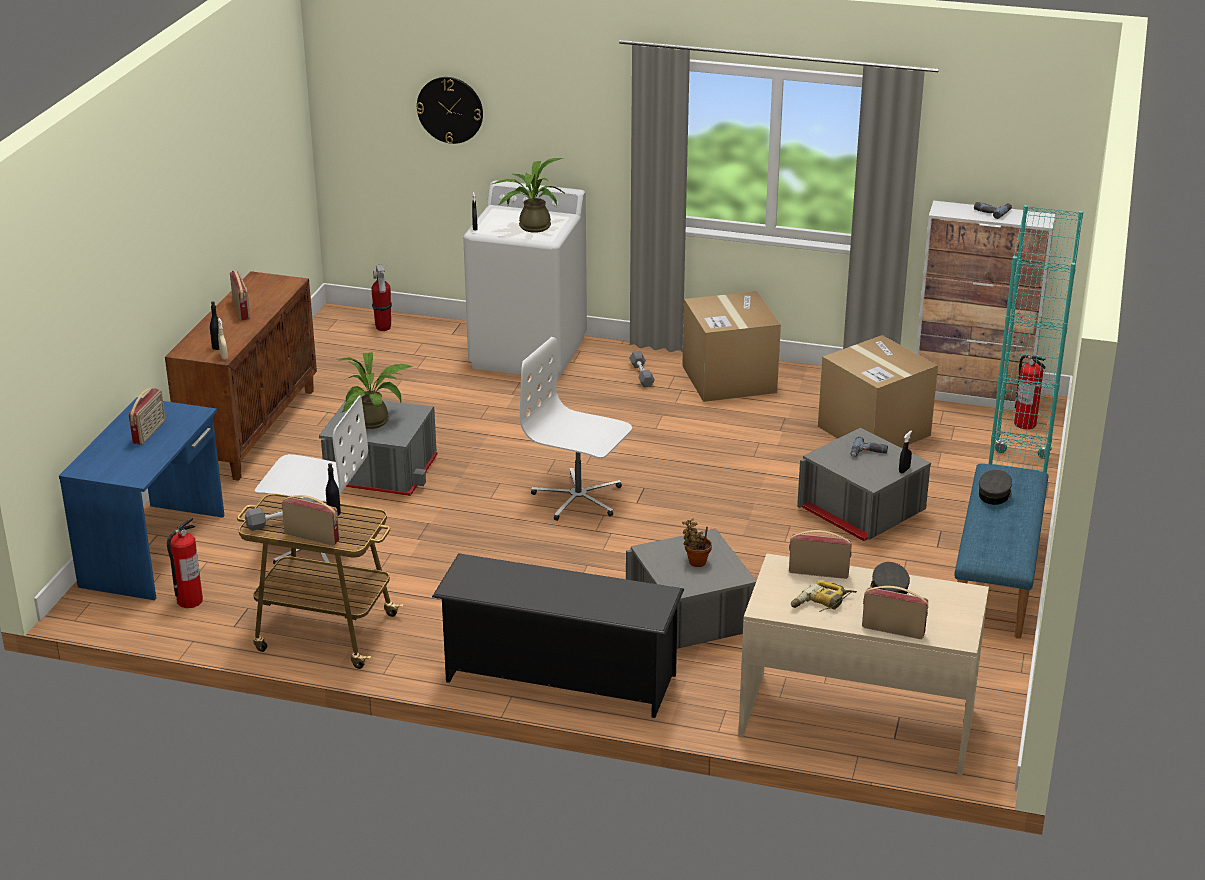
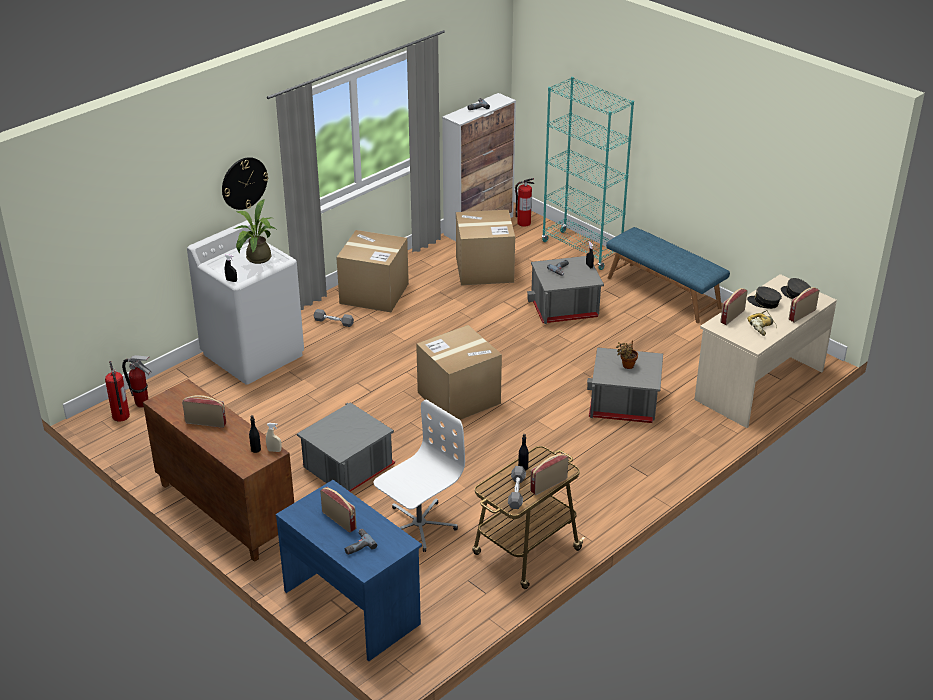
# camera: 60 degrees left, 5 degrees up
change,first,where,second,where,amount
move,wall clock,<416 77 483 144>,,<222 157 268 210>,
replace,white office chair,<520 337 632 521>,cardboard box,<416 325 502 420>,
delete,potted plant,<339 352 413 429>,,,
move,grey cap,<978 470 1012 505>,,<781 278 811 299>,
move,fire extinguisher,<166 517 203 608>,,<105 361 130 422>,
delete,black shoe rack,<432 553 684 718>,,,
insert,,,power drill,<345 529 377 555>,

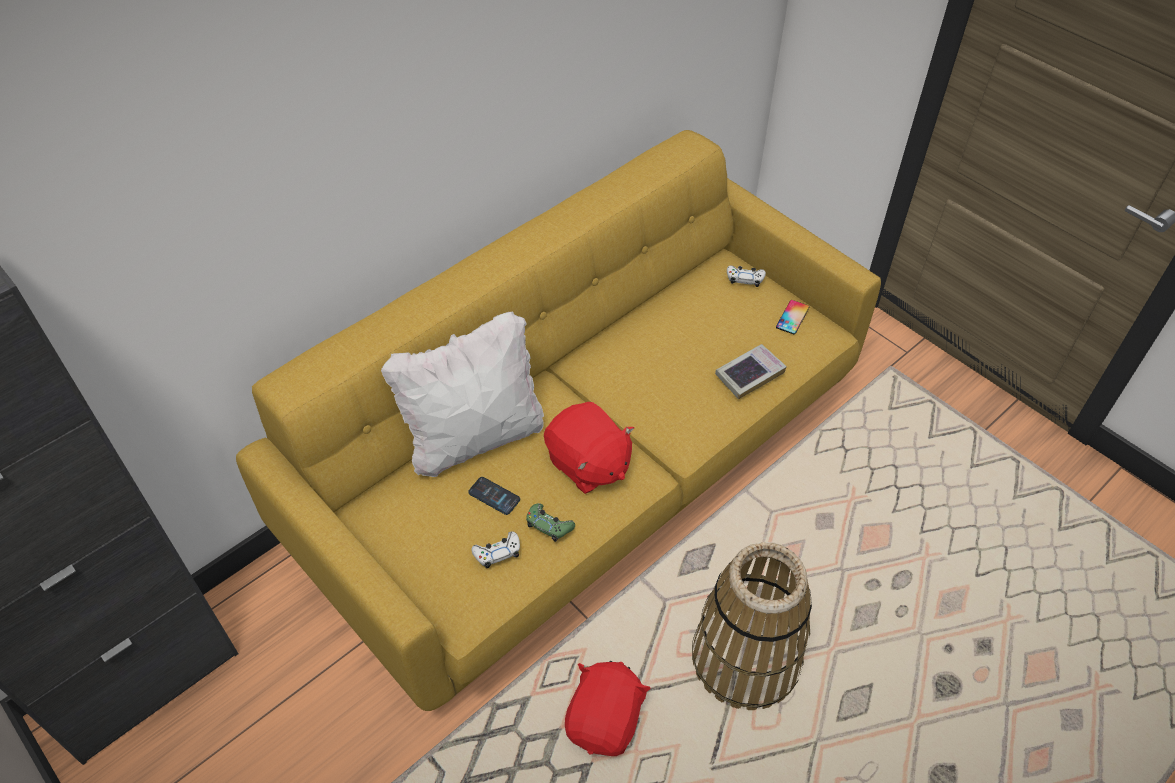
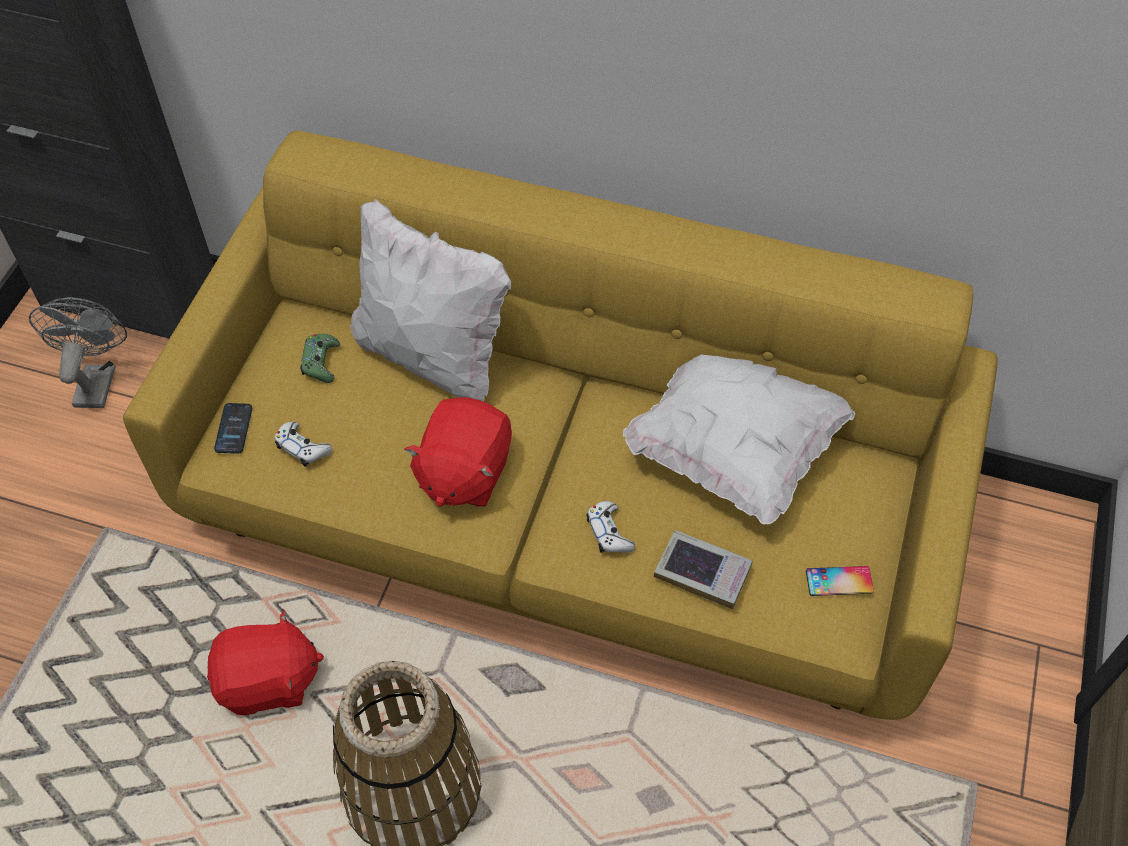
# camera: 60 degrees right, 5 degrees up
change,first,where,second,where,amount
move,white game controller,<727 266 766 287>,,<587 501 635 553>,
move,phone,<468 477 520 515>,,<214 403 252 454>,
move,green game controller,<526 503 575 542>,,<300 334 340 383>,
insert,,,grey fan,<29 297 127 408>,
insert,,,white pillow,<623 354 855 524>,

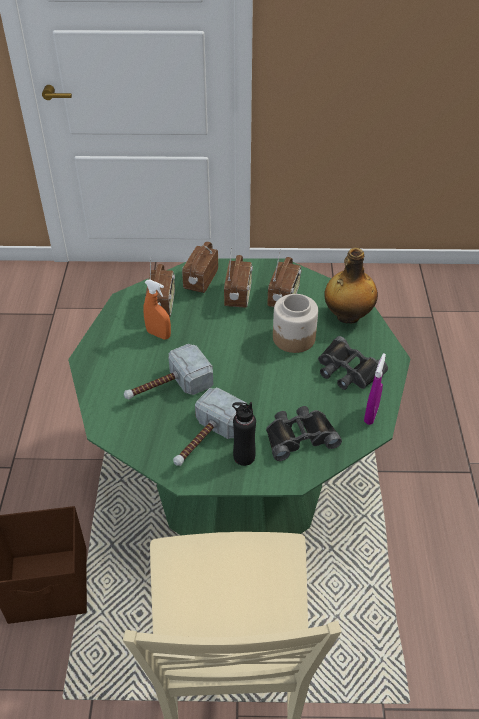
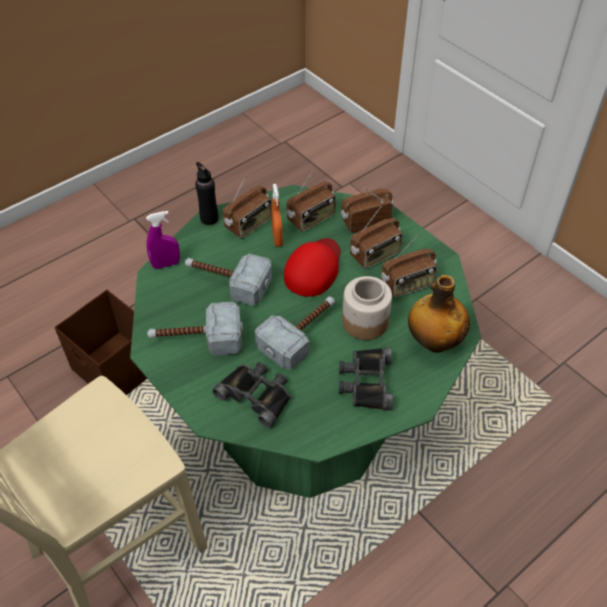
# camera: 50 degrees right, 5 degrees up
change,first,where,second,where,amount
move,purple spray bottle,<364 353 386 425>,,<146 211 180 269>,
move,black bottle,<232 402 256 466>,,<195 162 218 225>,
insert,,,radio,<223 175 272 239>,
insert,,,red cap,<284 238 341 297>,
insert,,,hammer,<255 296 335 369>,

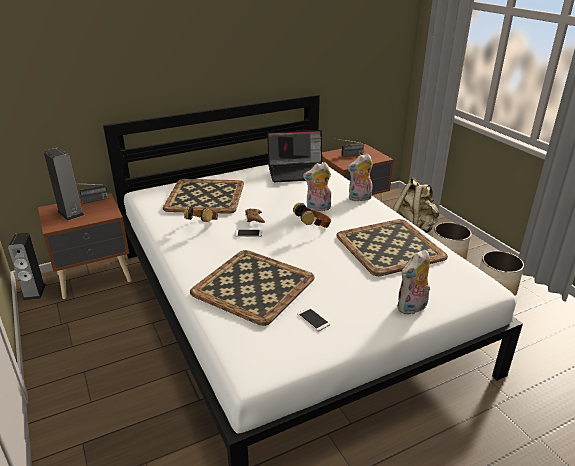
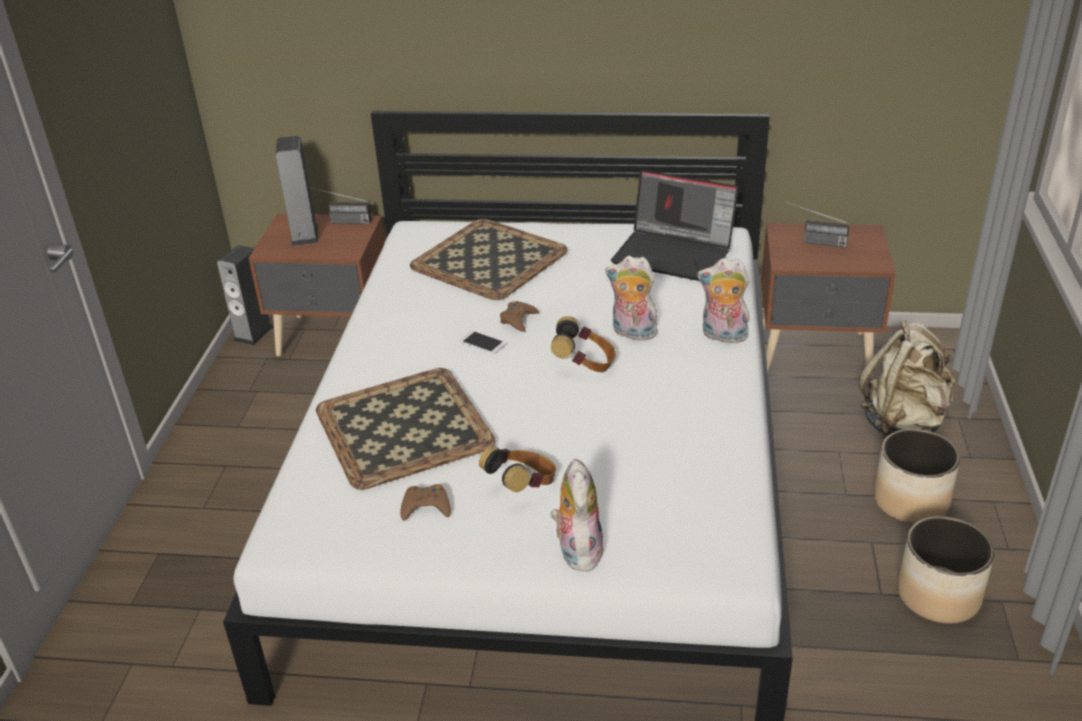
# camera: 35 degrees right, 5 degrees up
change,first,where,second,where,amount
move,headphones,<184 206 218 222>,,<479 446 556 492>,
delete,tray,<336 219 448 276>,,,
rotate,plush toy,<397 249 430 315>,,<550 459 604 572>,90 degrees clockwise
replace,phone,<297 307 330 331>,brown game controller,<400 484 451 521>,

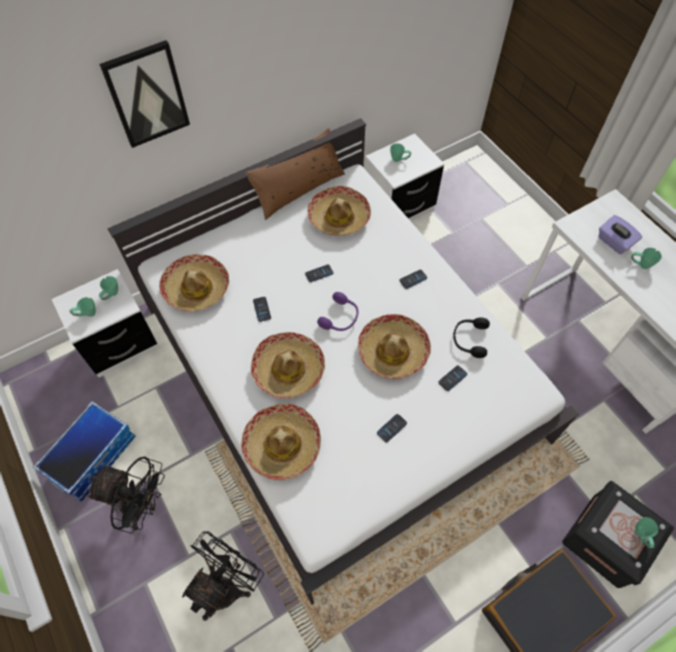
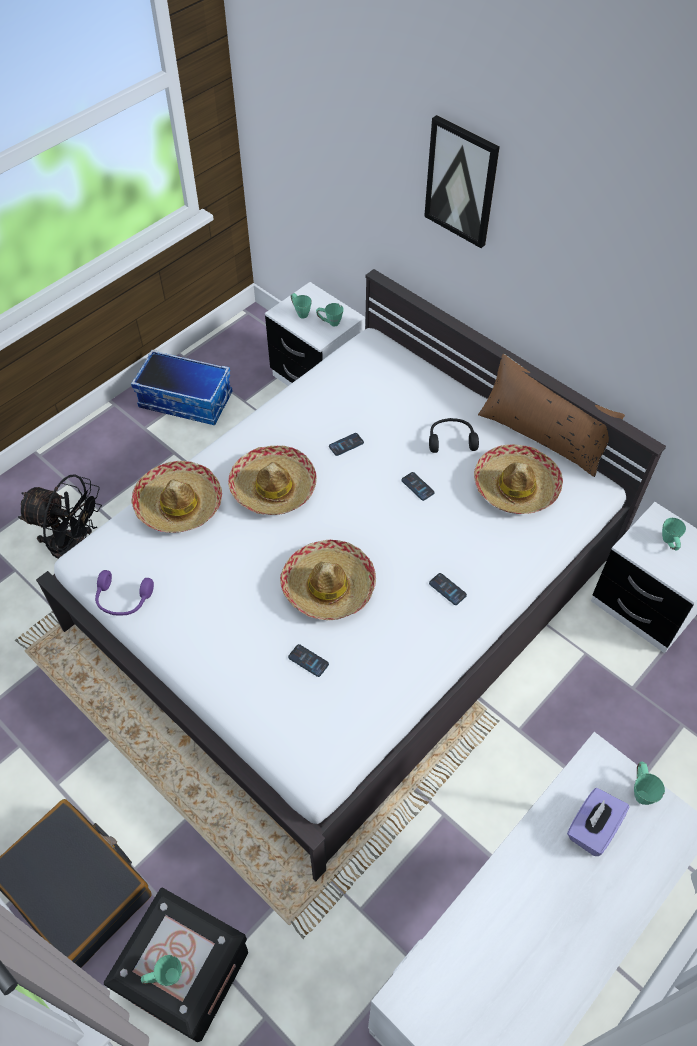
# camera: 75 degrees right, 5 degrees down
change,first,where,second,where,amount
move,green mug,<631 248 662 269>,,<634 761 665 805>,
delete,hat,<159 254 229 311>,,,
move,purple headphones,<317 292 358 331>,,<95 570 154 616>,
move,black headphones,<453 317 490 358>,,<429 418 479 453>,
delete,phone,<377 414 407 443>,,,
delete,black fan,<89 457 165 534>,,,

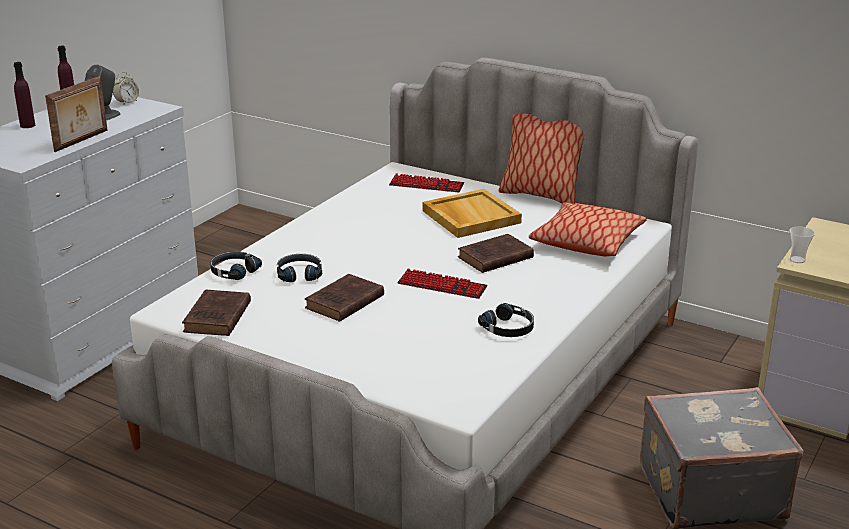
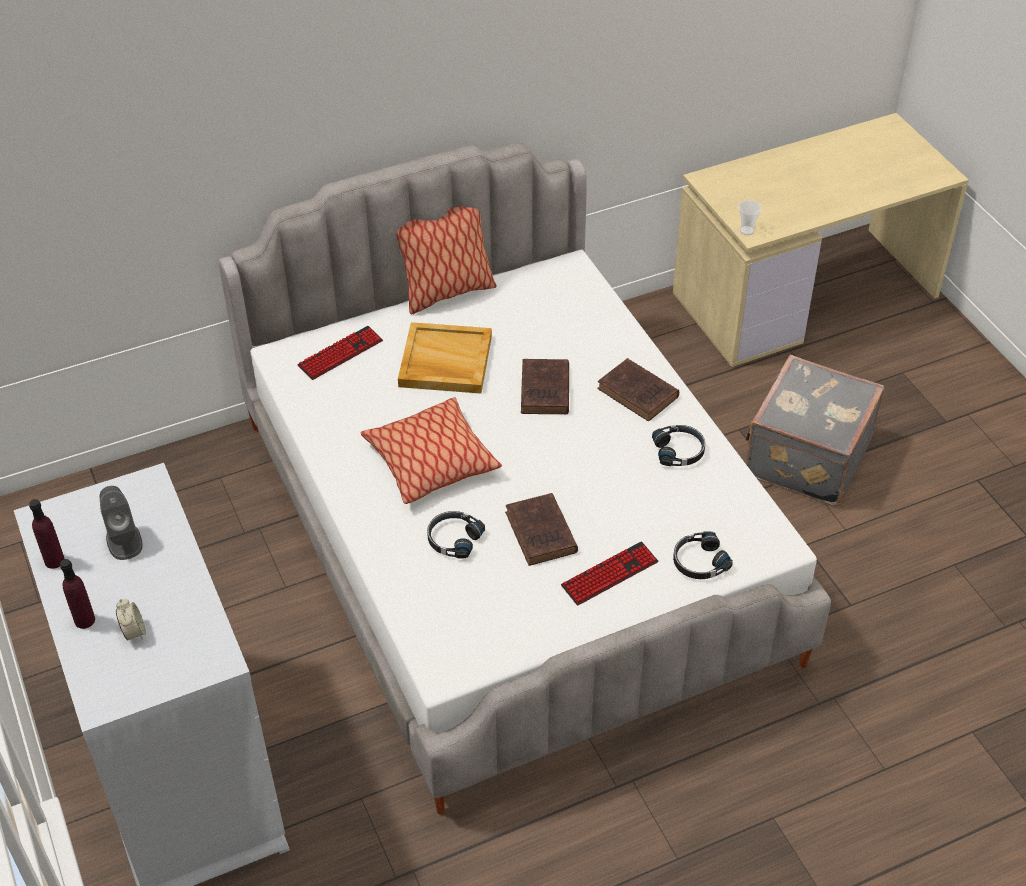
# camera: 55 degrees left, 20 degrees up
change,first,where,second,where,amount
move,alarm clock,<113 72 139 104>,,<116 599 146 640>,
delete,picture frame,<45 76 108 152>,,,
move,pillow,<529 202 647 256>,,<360 397 502 504>,
move,black headphones,<210 251 262 280>,,<673 531 733 579>,
move,keyboard,<397 269 488 299>,,<561 542 658 606>,
move,brown book,<182 290 251 336>,,<597 358 679 422>,

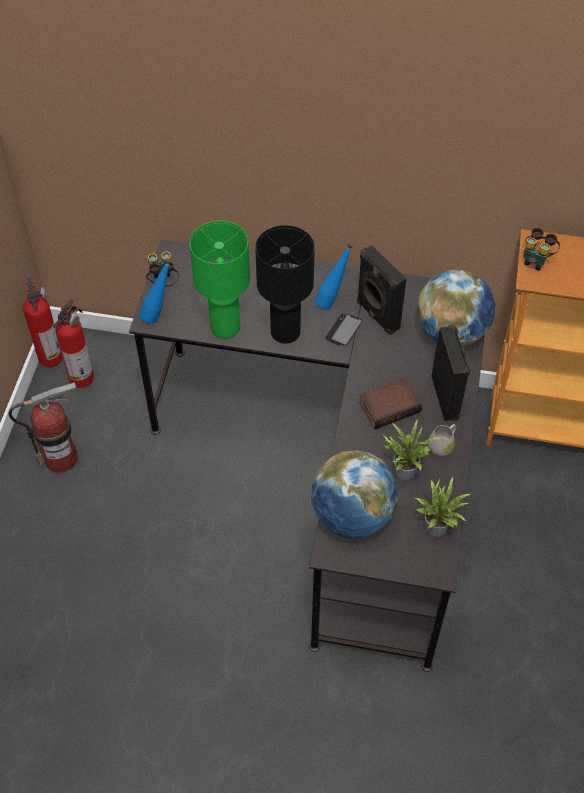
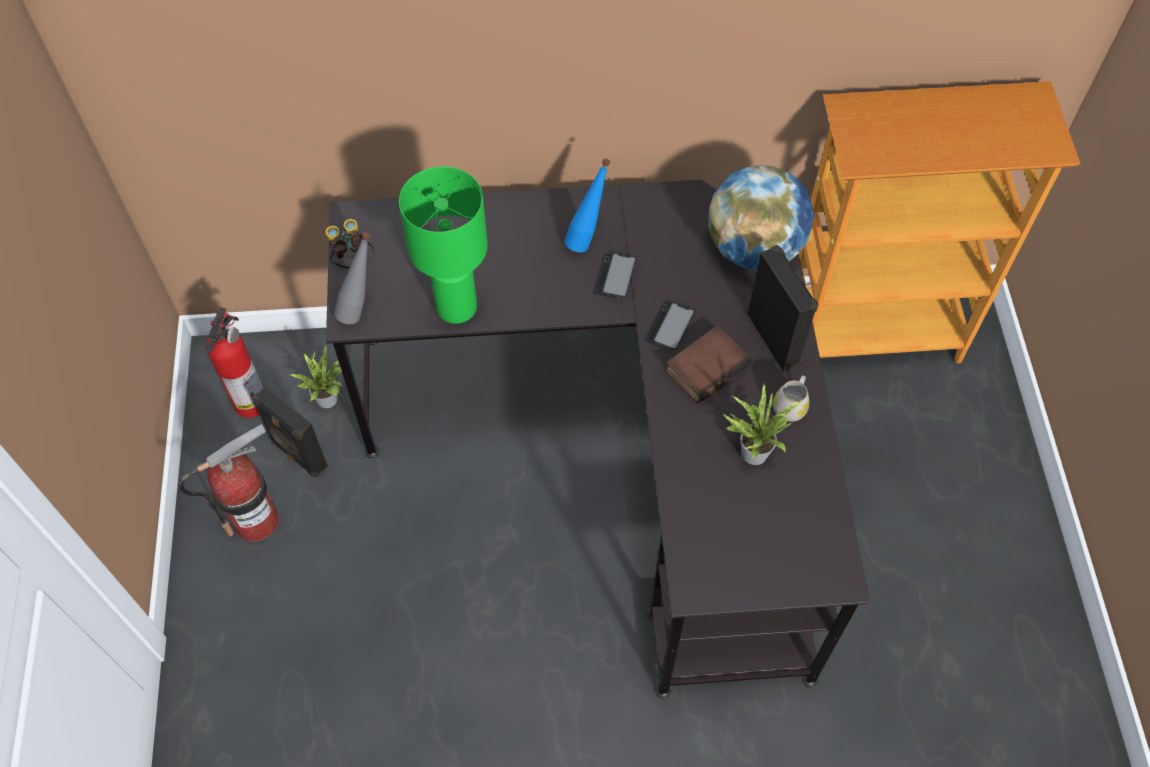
# camera: 15 degrees left, 5 degrees up
change,first,where,second,where,amount
delete,black table lamp,<255 225 315 344>,,,
delete,binoculars,<523 228 560 271>,,,
move,black speaker,<357 245 406 335>,,<252 387 328 478>,
recolor,blue bottle,<139 258 172 323>,grey bottle,<334 232 370 324>,
delete,fire extinguisher,<23 278 63 367>,,,
delete,globe,<311 450 398 539>,,,
move,potted plant,<415 477 471 537>,,<290 345 343 408>,
insert,,,phone,<645 302 695 350>,

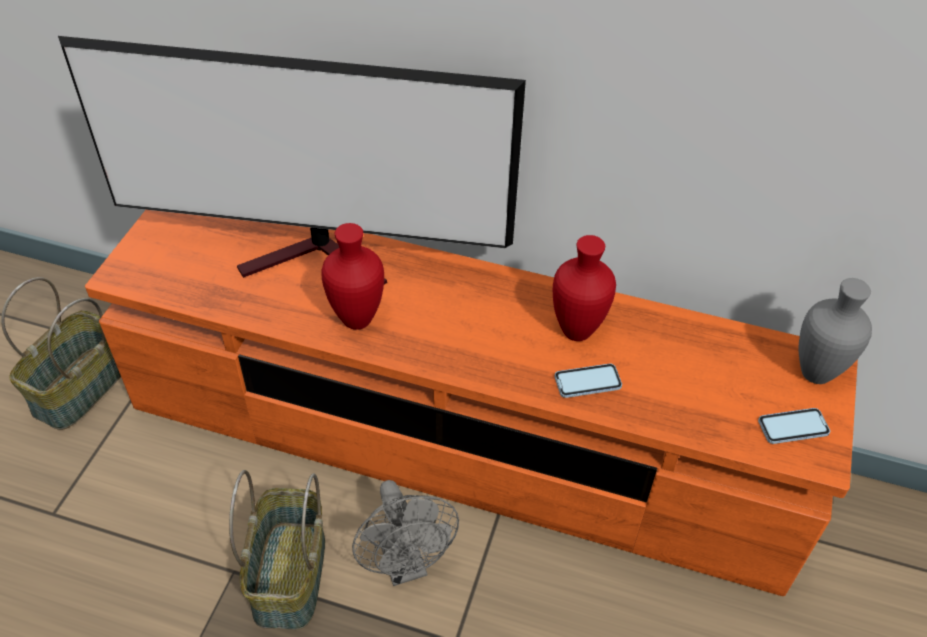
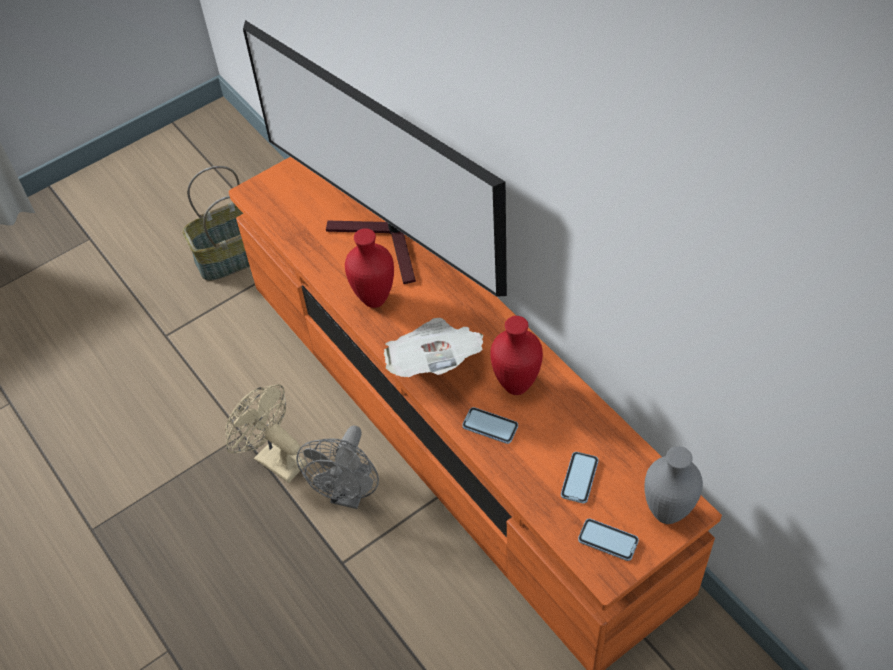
# camera: 40 degrees right, 5 degrees up
change,first,where,second,where,amount
replace,basket,<229 470 325 630>,beige fan,<225 384 307 483>,
insert,,,newspaper,<384 318 484 377>,
insert,,,phone,<561 452 599 504>,

